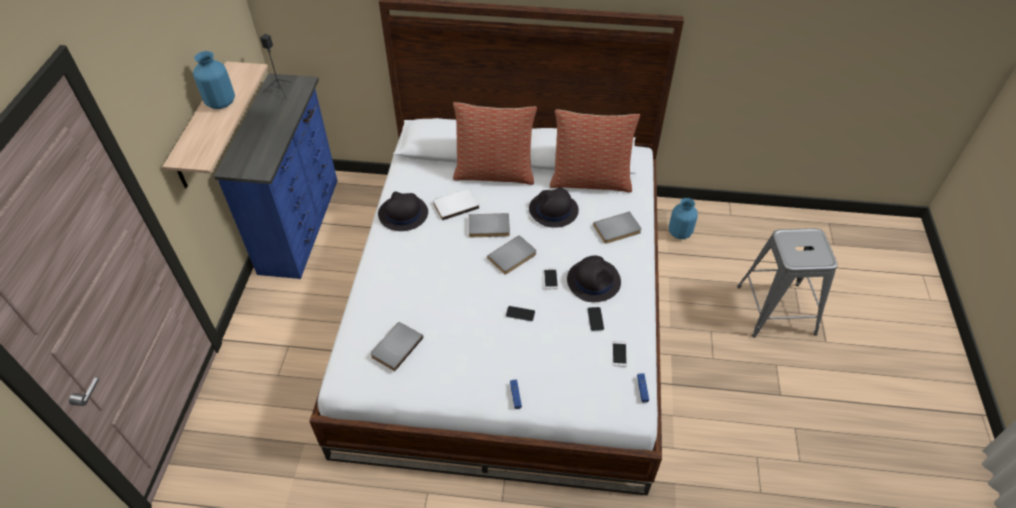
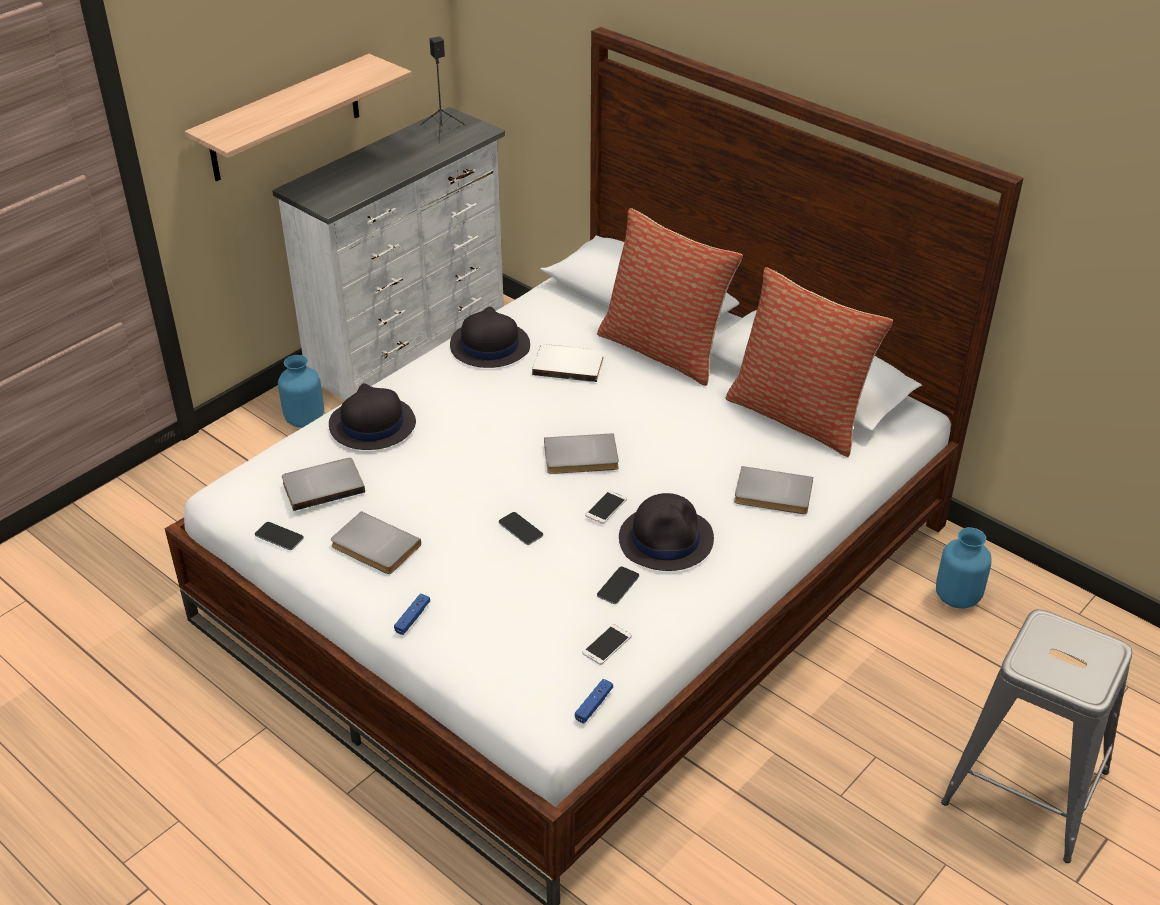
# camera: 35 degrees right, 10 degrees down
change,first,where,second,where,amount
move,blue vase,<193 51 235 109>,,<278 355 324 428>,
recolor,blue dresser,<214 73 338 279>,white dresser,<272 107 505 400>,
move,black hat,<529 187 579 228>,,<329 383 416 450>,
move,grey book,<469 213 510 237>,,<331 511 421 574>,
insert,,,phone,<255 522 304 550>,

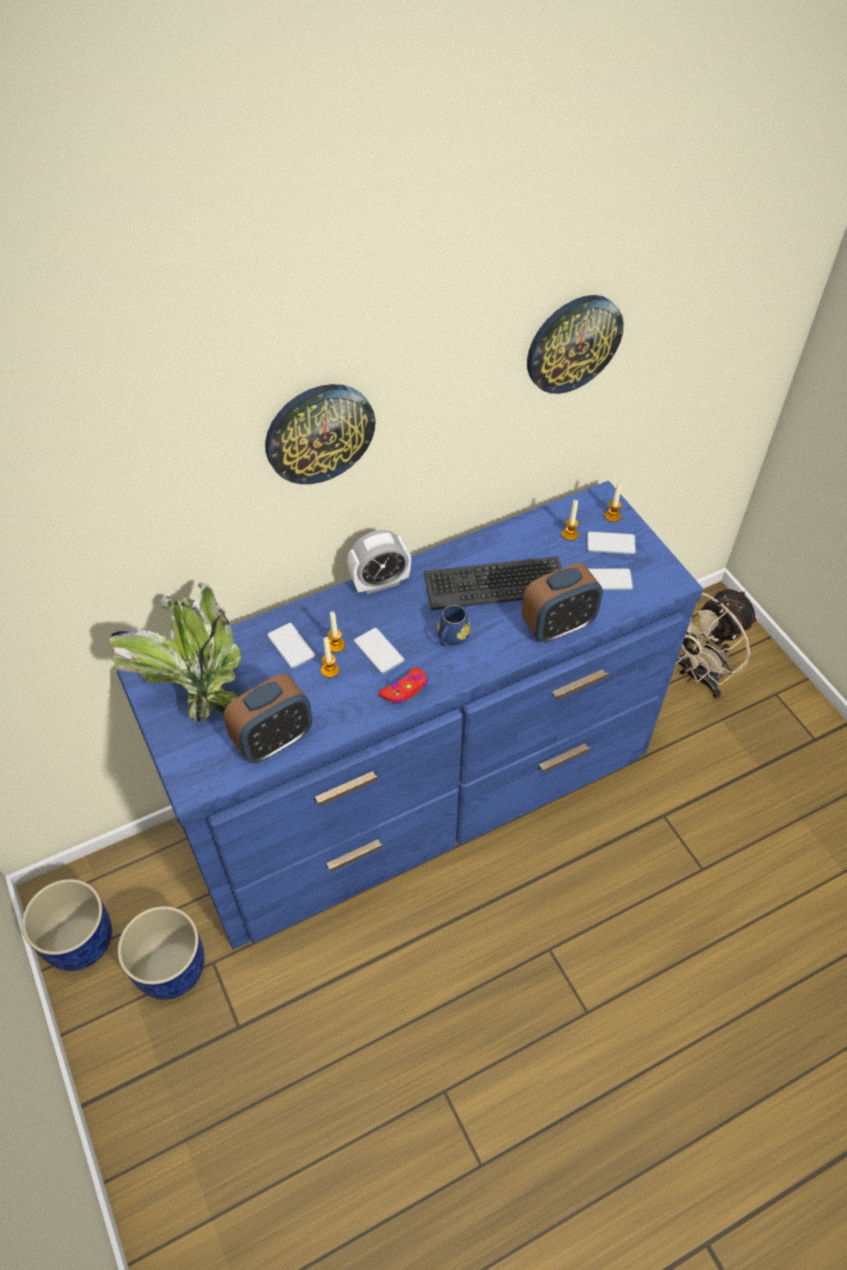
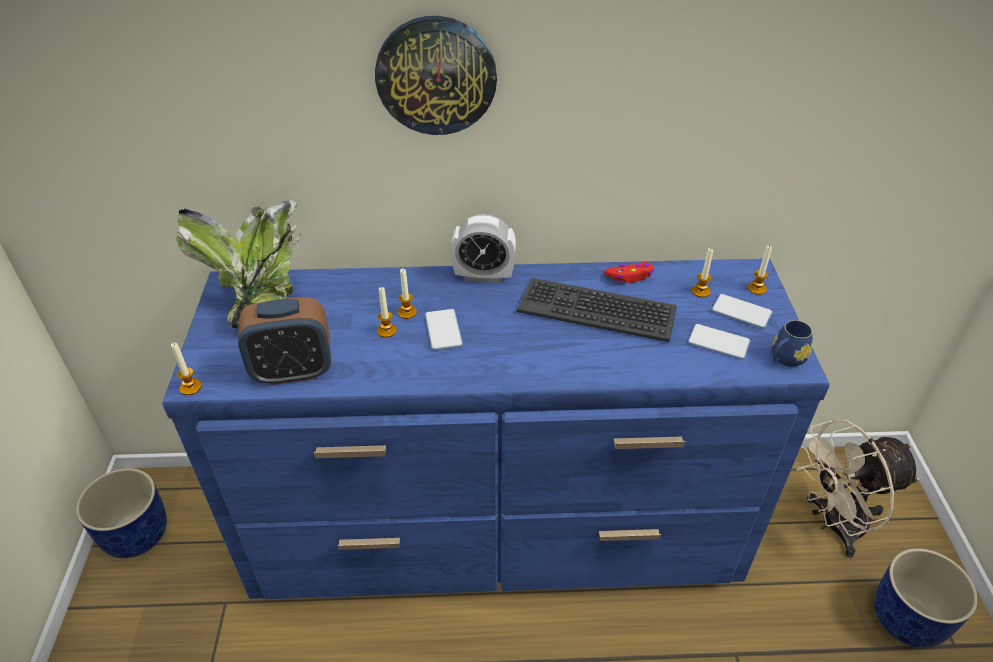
# camera: 25 degrees right, 10 degrees down
change,first,where,second,where,amount
delete,wall clock,<527 295 624 394>,,,
delete,alarm clock,<521 563 603 642>,,,
move,blue mug,<437 605 470 646>,,<772 320 813 367>,
delete,phone,<267 622 316 669>,,,
move,red game controller,<378 668 428 704>,,<604 262 654 283>,
move,blue planter,<118 906 205 1000>,,<874 548 978 648>,
insert,,,candle,<171 343 202 395>,

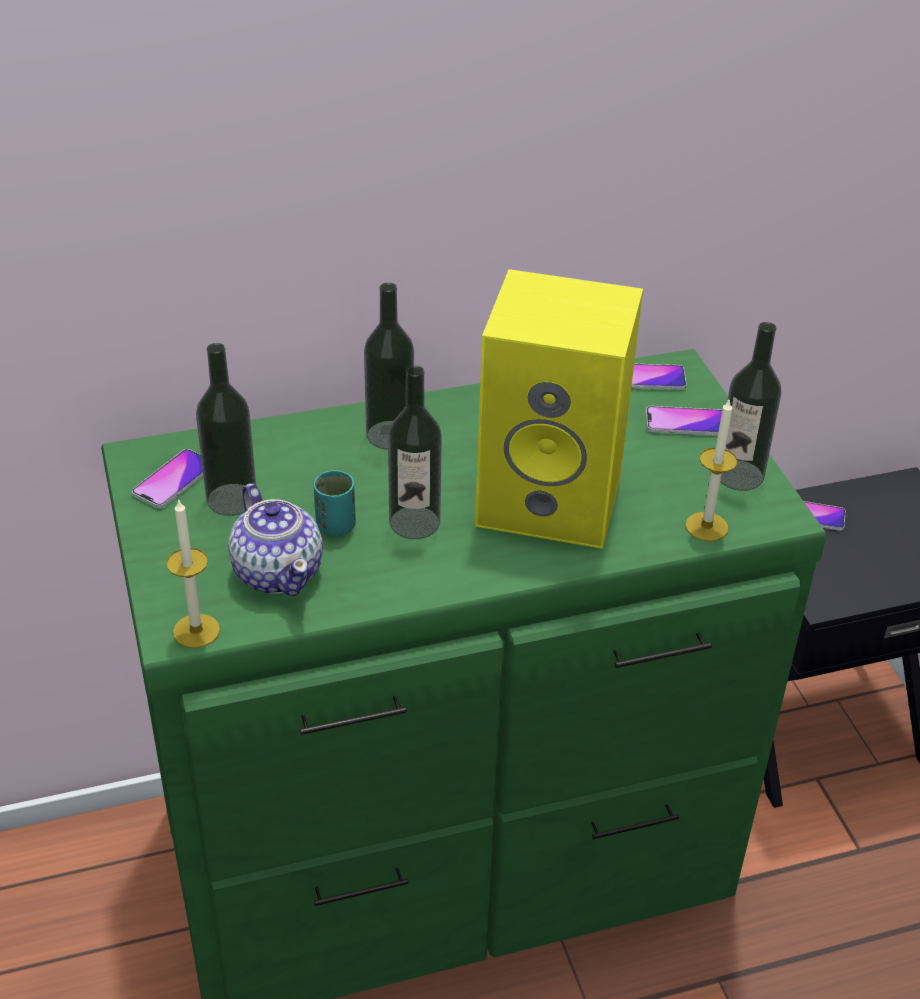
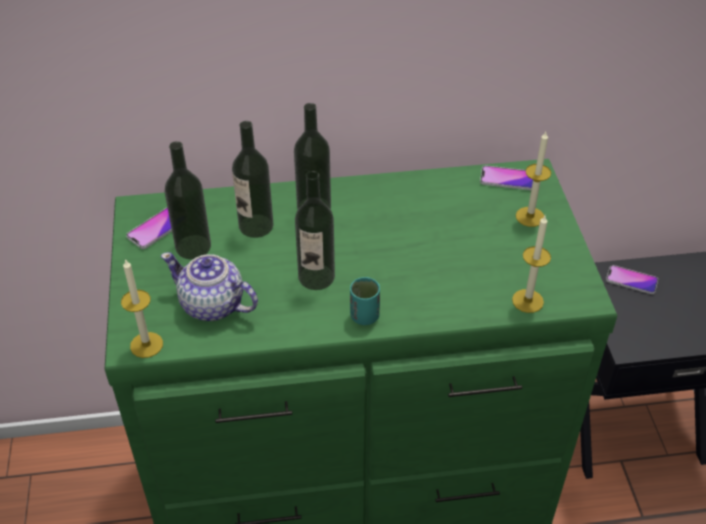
# camera: 10 degrees right, 5 degrees up
change,first,where,second,where,amount
delete,yellow speaker,<475 269 643 549>,,,
move,bottle,<720 322 781 491>,,<232 121 274 238>,
replace,phone,<646 406 722 436>,candle,<516 132 551 227>,
move,turquoise cup,<314 470 356 536>,,<350 277 380 325>,
rotate,teapot,<228 483 323 596>,,<161 252 258 321>,135 degrees clockwise

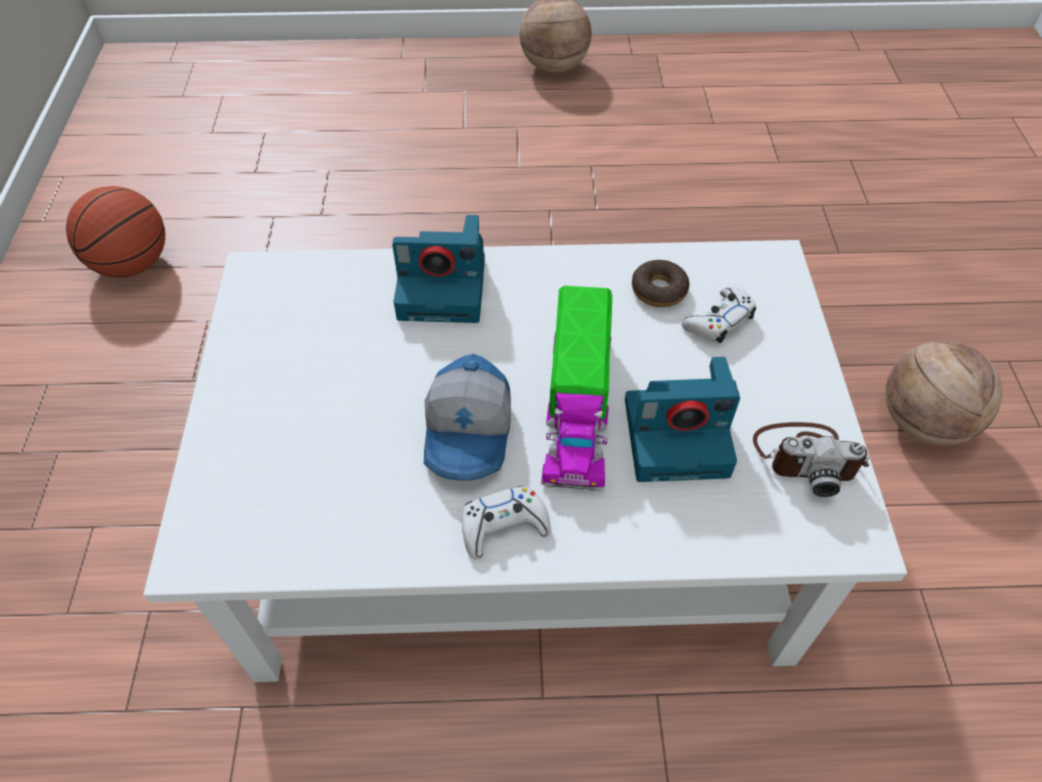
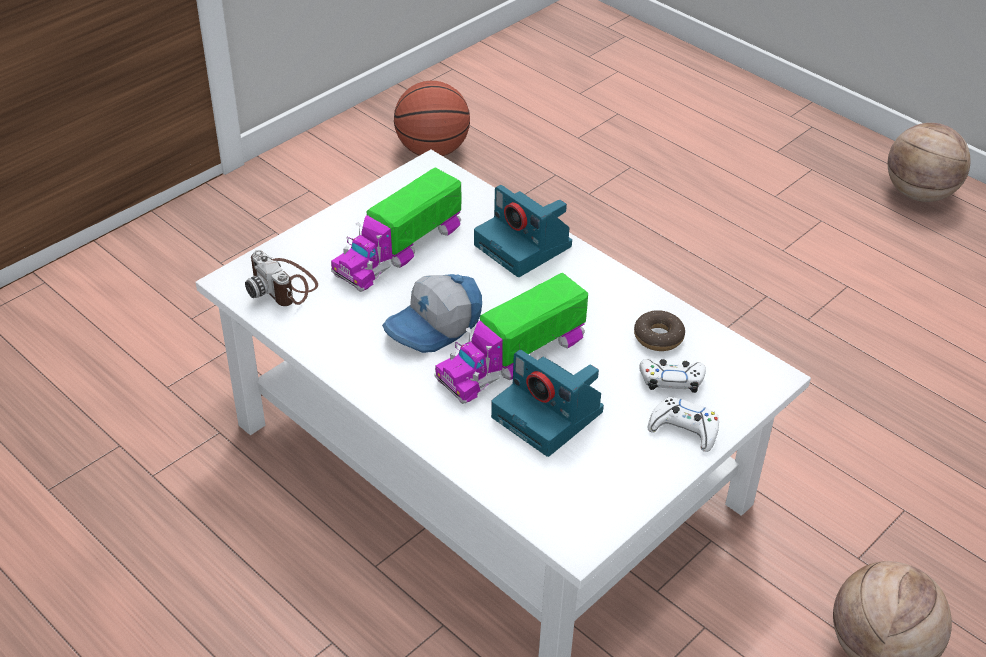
# camera: 45 degrees right, 10 degrees down
change,first,where,second,where,amount
move,photo camera,<753 422 870 497>,,<245 250 318 306>,
move,white game controller,<462 486 551 559>,,<648 397 719 452>,
insert,,,toy truck,<331 167 462 292>,

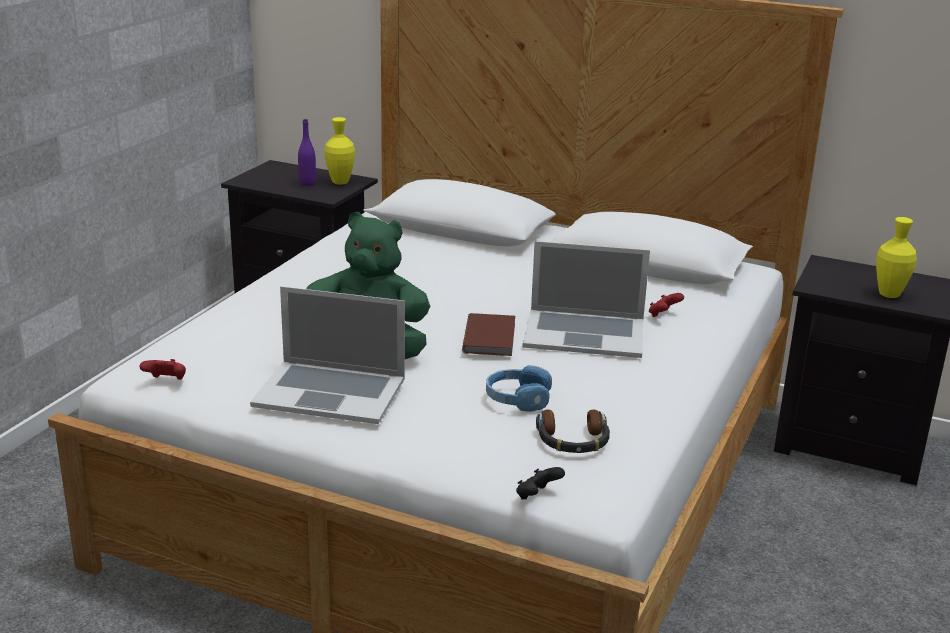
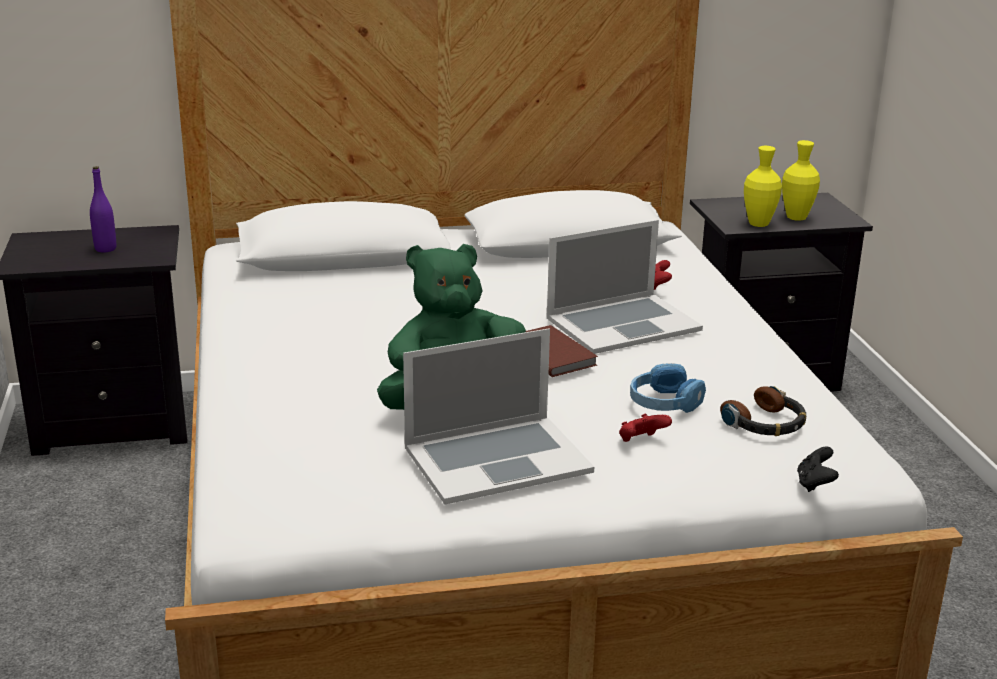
# camera: 35 degrees left, 0 degrees up
change,first,where,second,where,amount
move,yellow vase,<324 117 355 185>,,<744 146 782 227>,
move,red game controller,<140 359 186 380>,,<619 414 672 442>,

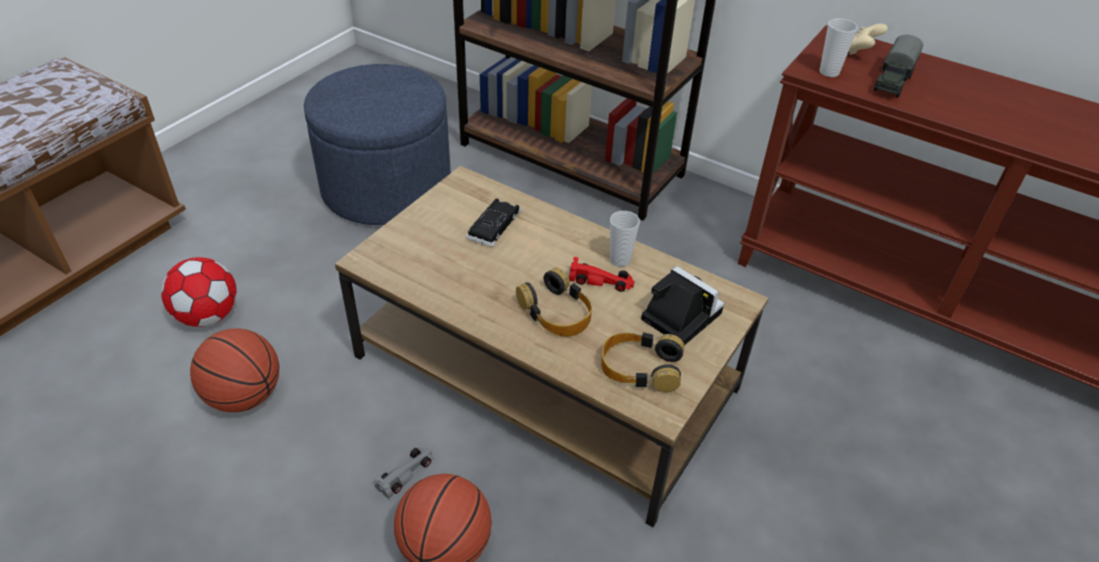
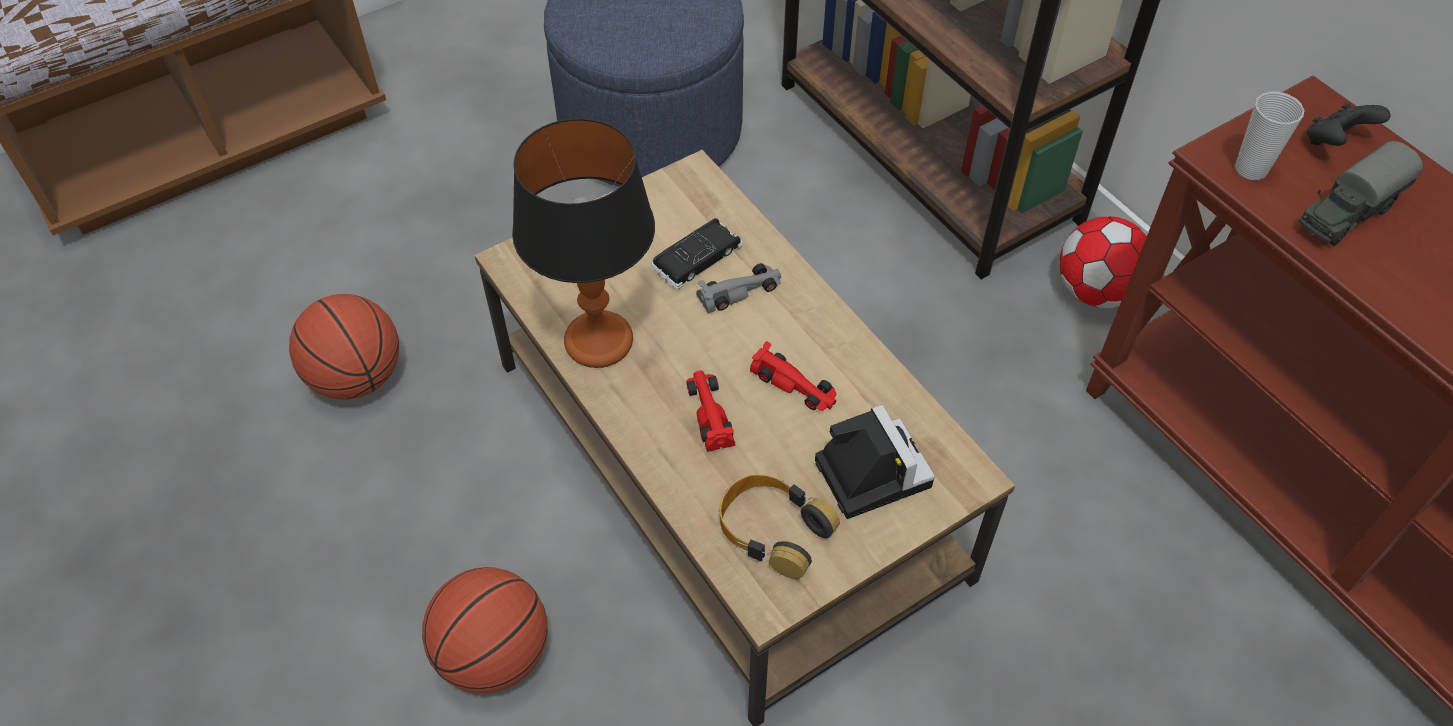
# camera: 25 degrees right, 10 degrees up
change,first,where,second,where,amount
recolor,beige game controller,<849 24 888 55>,black game controller,<1307 103 1391 146>,
delete,cup,<610 211 640 267>,,,
move,football,<161 257 237 327>,,<1059 216 1147 308>,
replace,headphones,<516 268 592 337>,red toy car,<686 370 735 452>,
move,grey toy car,<375 448 433 499>,,<696 263 781 314>,
insert,,,table lamp,<512 118 655 368>,

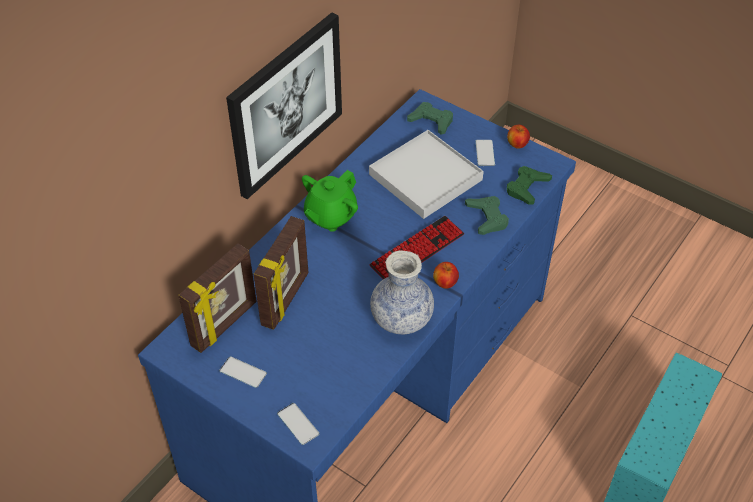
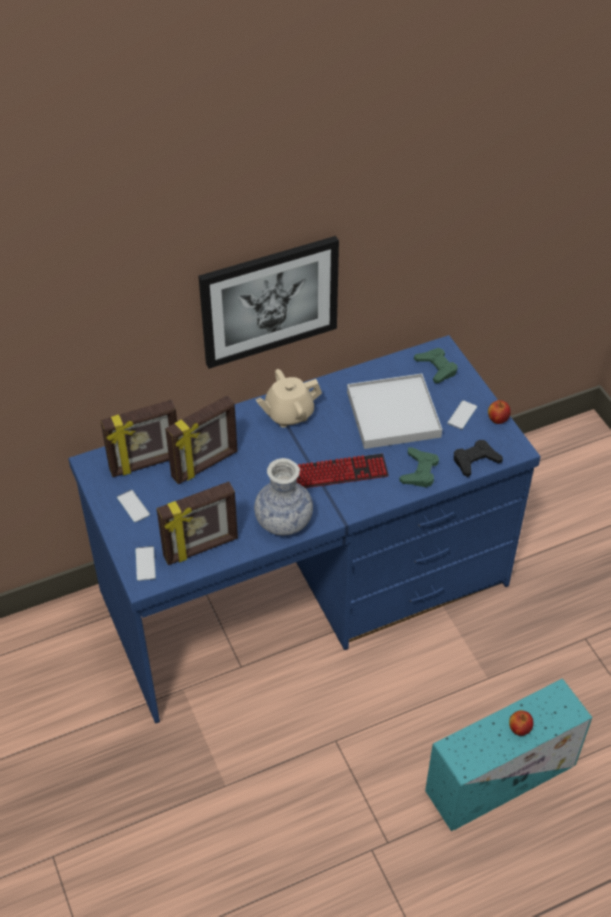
# camera: 30 degrees right, 0 degrees up
change,first,where,second,where,amount
recolor,green game controller,<507 166 552 205>,black game controller,<454 440 503 477>,
recolor,green teapot,<302 170 358 232>,beige teapot,<256 369 322 428>,
move,apple,<433 262 459 289>,,<509 710 533 736>,
insert,,,picture frame,<156 481 238 565>,

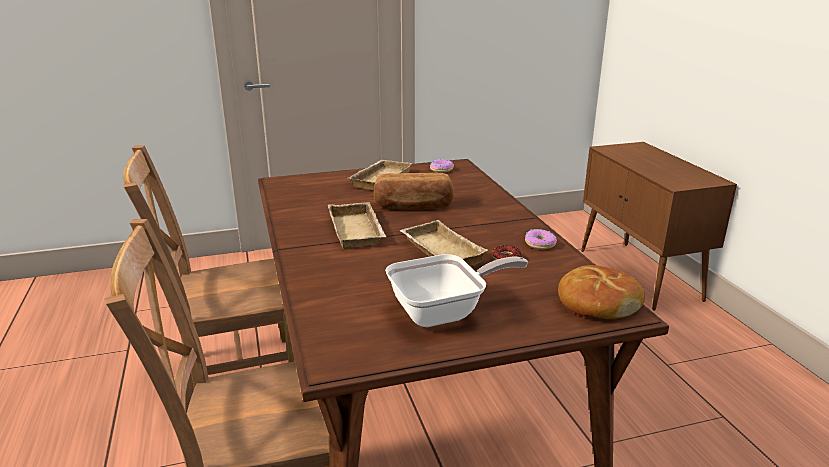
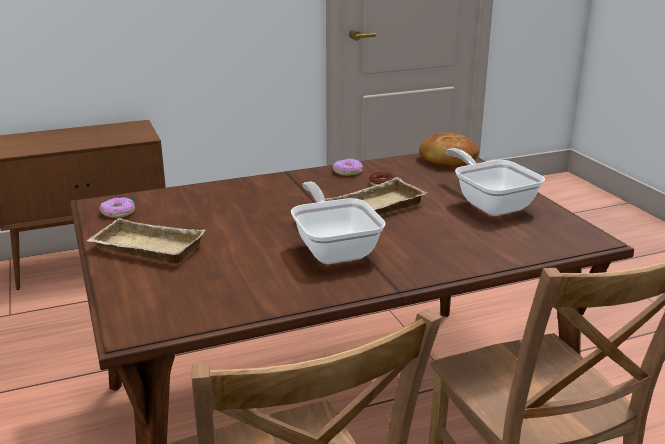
# camera: 95 degrees left, 0 degrees up
change,first,where,second,where,amount
delete,bread,<374 173 454 209>,,,
replace,beige tray,<328 202 386 249>,frying pan,<291 182 386 264>,

